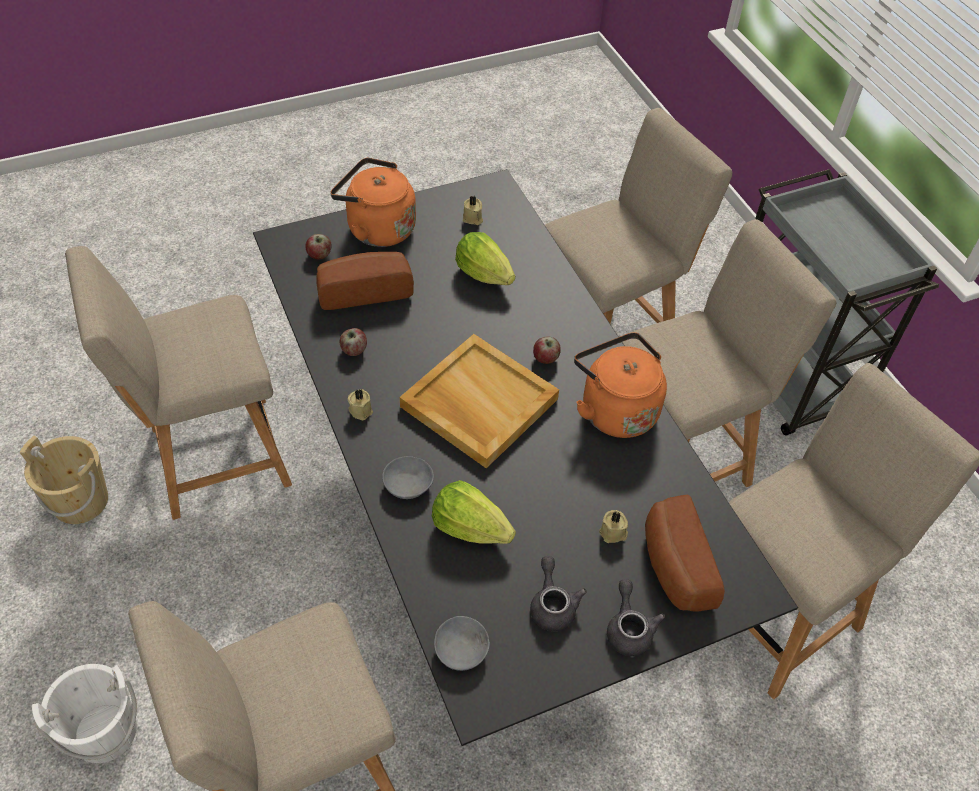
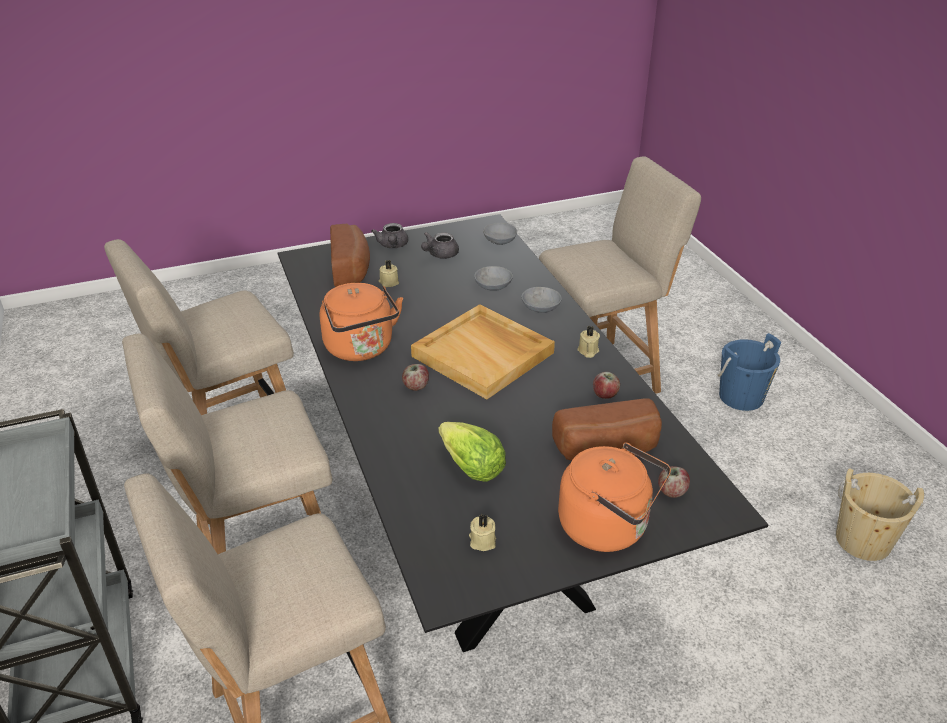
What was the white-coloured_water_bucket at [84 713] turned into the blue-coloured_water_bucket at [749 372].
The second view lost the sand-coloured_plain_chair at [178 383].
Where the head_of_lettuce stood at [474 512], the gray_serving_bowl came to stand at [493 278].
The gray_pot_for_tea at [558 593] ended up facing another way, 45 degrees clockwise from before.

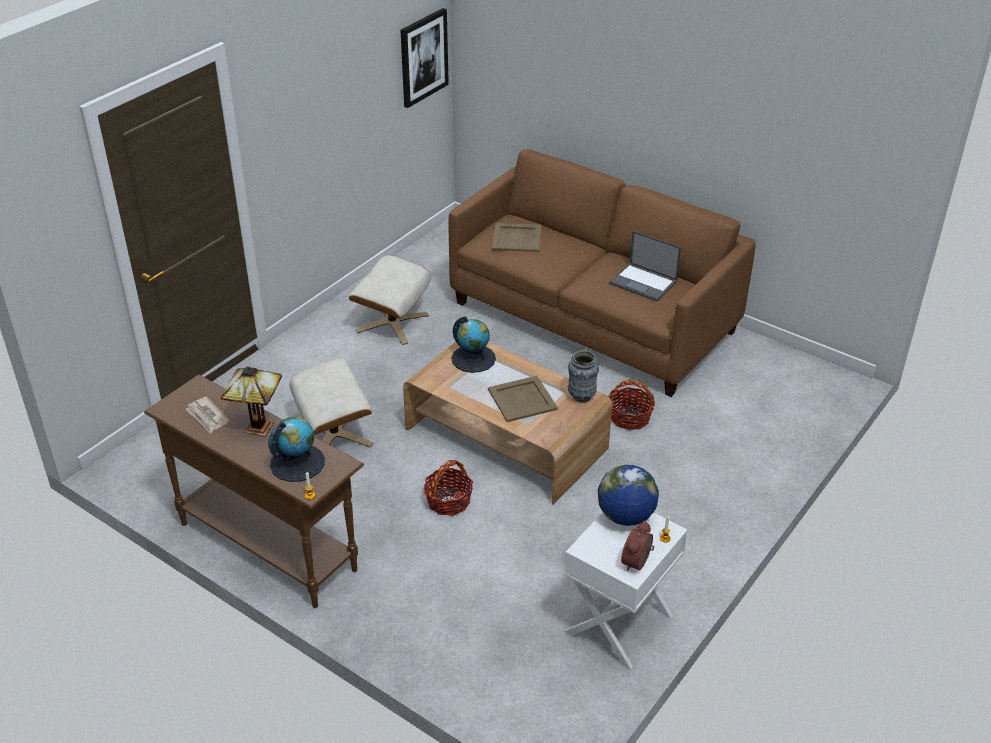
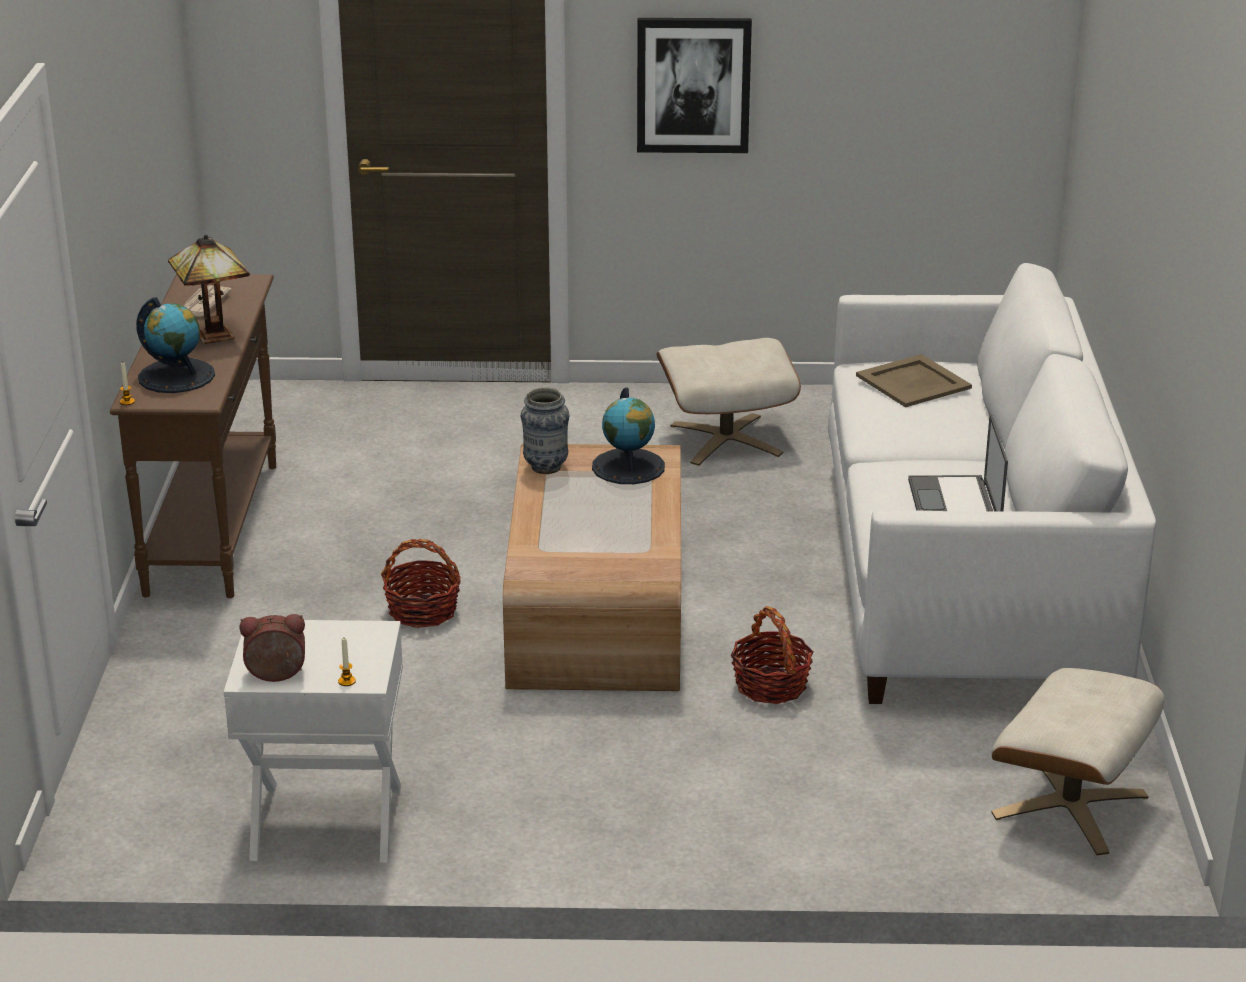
The sand-coloured_ottoman ended up elsewhere, having gone from [331 403] to [1078 762].
The picture ended up elsewhere, having gone from [424 58] to [694 85].
What was the brownish_settee at [602 273] turned into the white-coloured_settee at [992 483].
The second view lost the sand-coloured_carrying_tray at [523 399].
The decorative_vase ended up elsewhere, having gone from [583 376] to [545 430].
The second view lost the globe at [628 495].

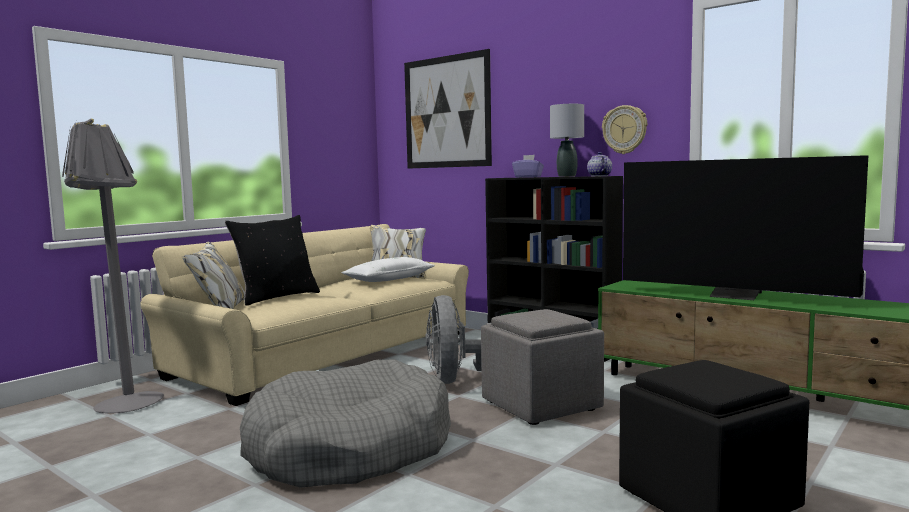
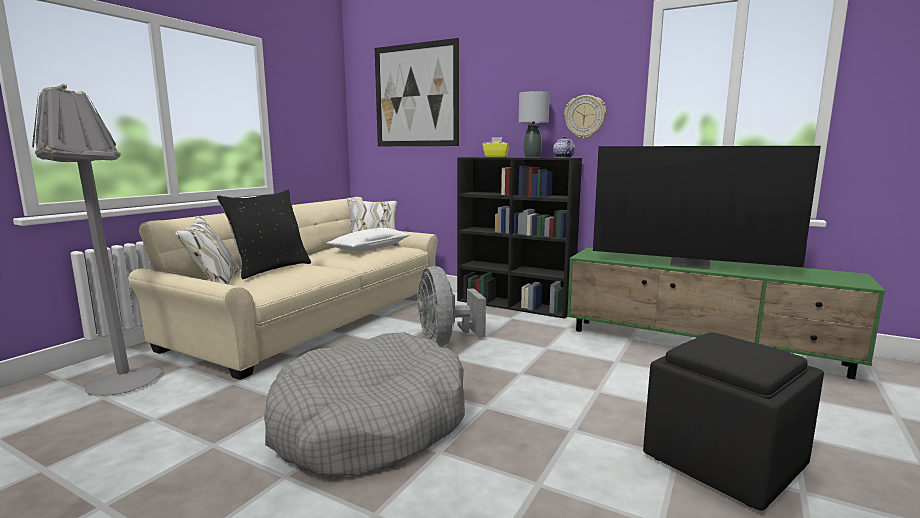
The second view lost the gray_ottoman at [542 367].
What was the purple_tissue_holder at [528 166] turned into the yellow_tissue_holder at [496 147].

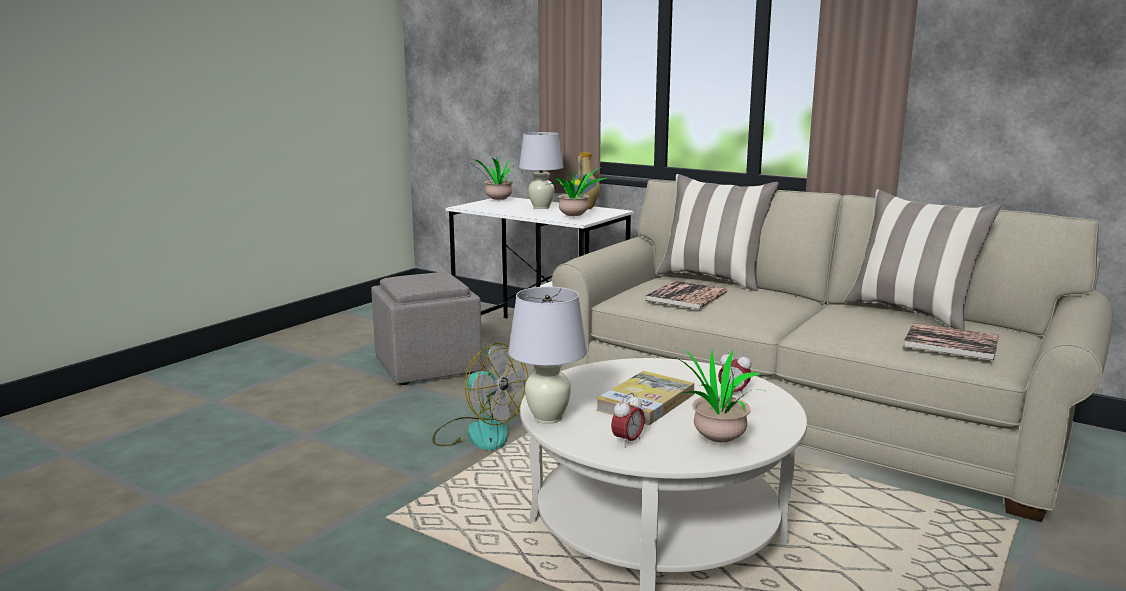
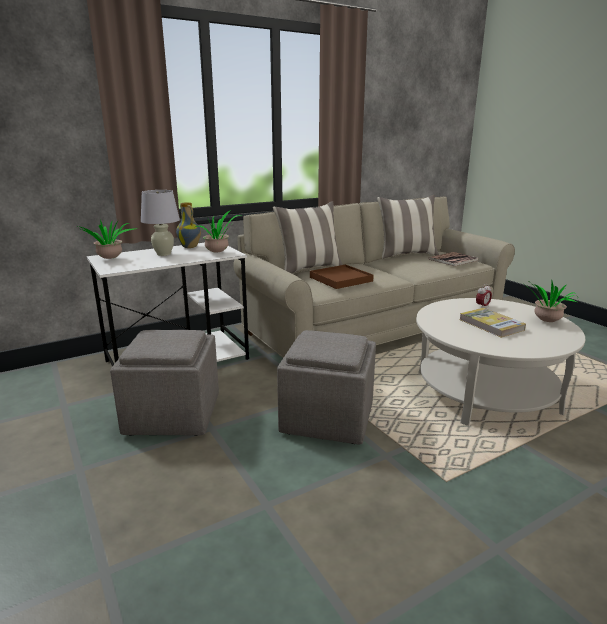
Where the fan stood at [480 396], the gray_ottoman came to stand at [326 387].
The second view lost the white-coloured_table_lamp at [547 355].
The second view lost the table_clock at [628 420].
Where the book stood at [686 295], the brownish_carrying_tray came to stand at [342 277].

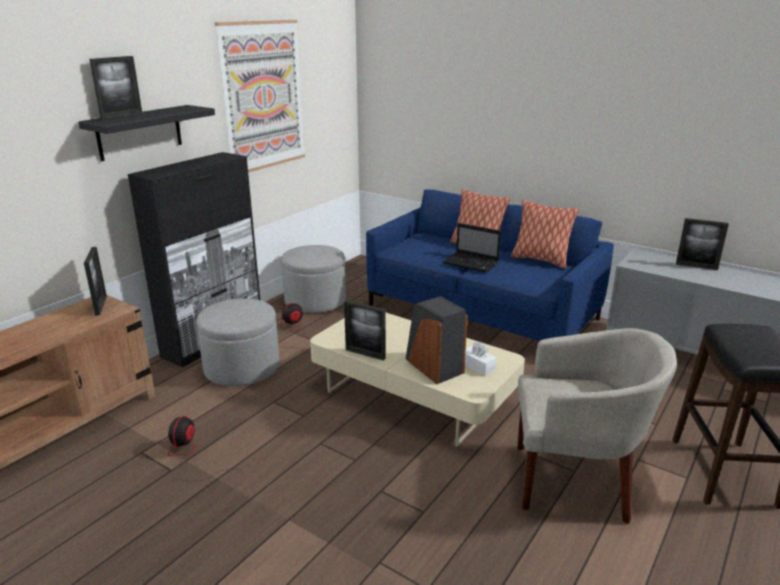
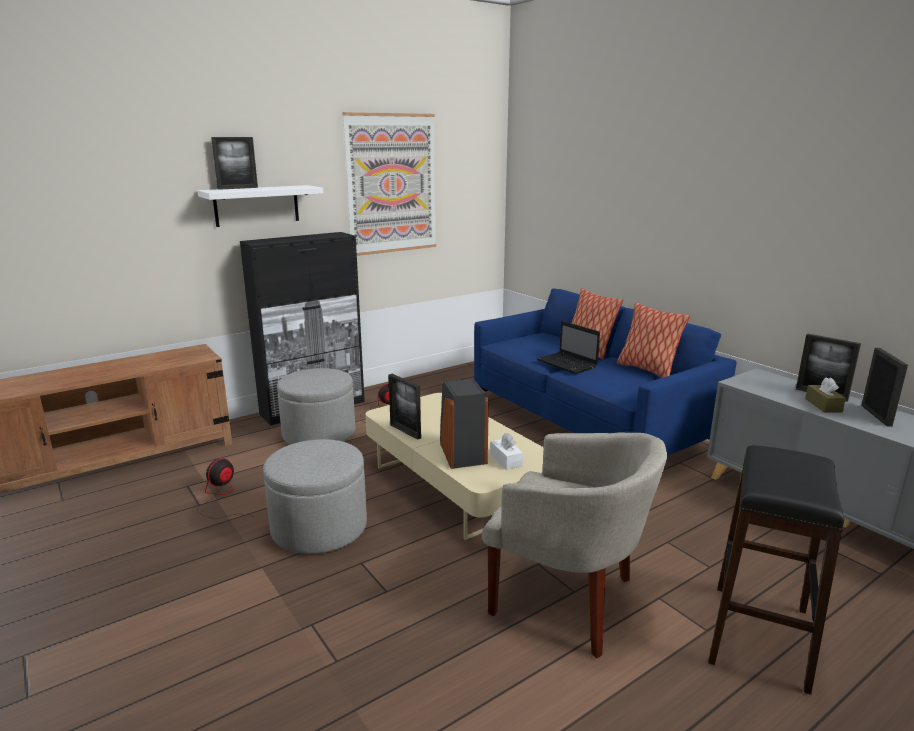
What was the black_shelf at [146 133] turned into the white-coloured_shelf at [260 206].
The standing_frame ended up elsewhere, having gone from [95 281] to [884 387].
The gray_ottoman ended up elsewhere, having gone from [313 279] to [315 496].
The second view gained the brownish_tissue_holder at [825 395].

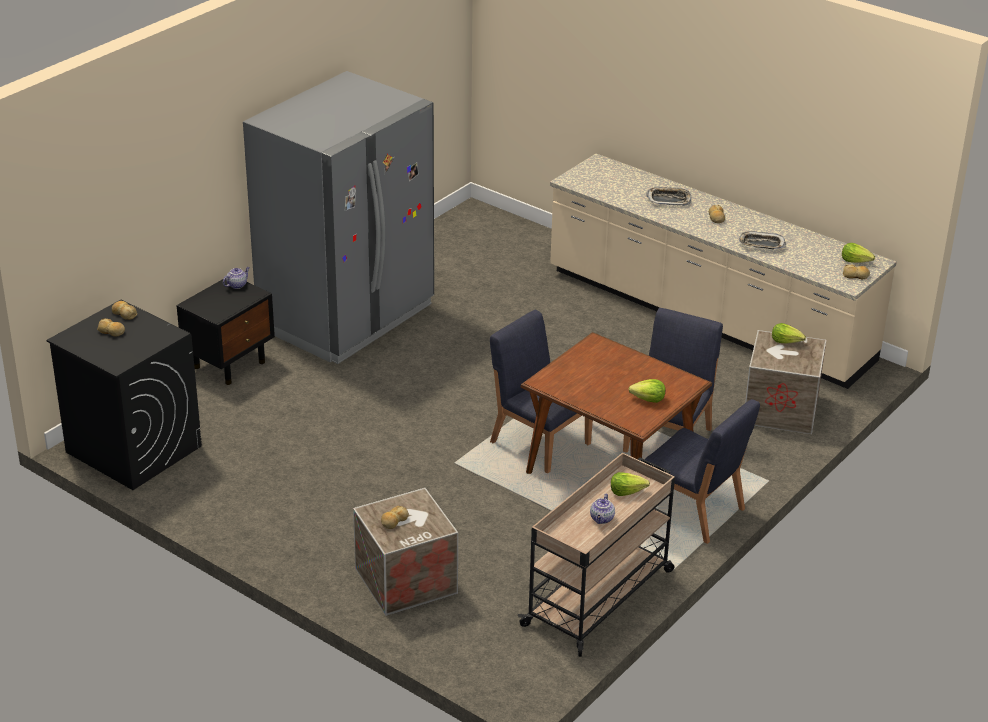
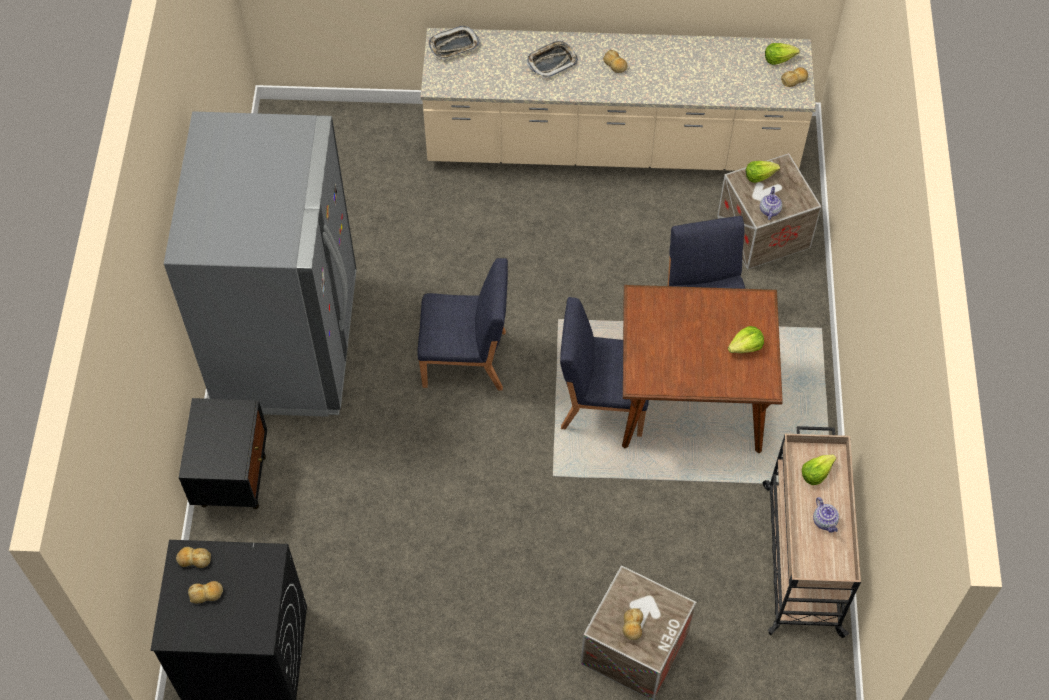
The pot_for_tea ended up elsewhere, having gone from [236 278] to [771 203].
The blue-coloured_plain_chair ended up elsewhere, having gone from [702 471] to [462 324].
The carrying_tray ended up elsewhere, having gone from [762 240] to [454 42].

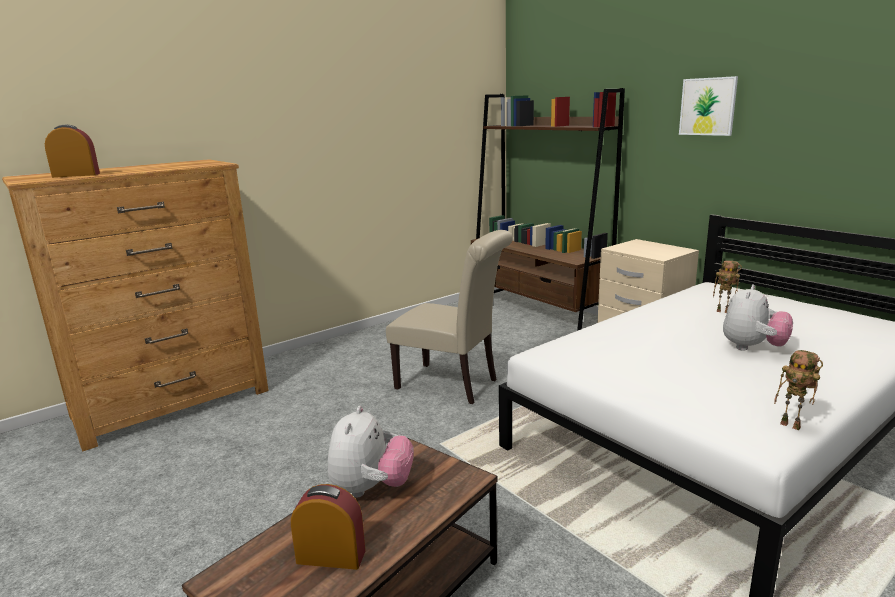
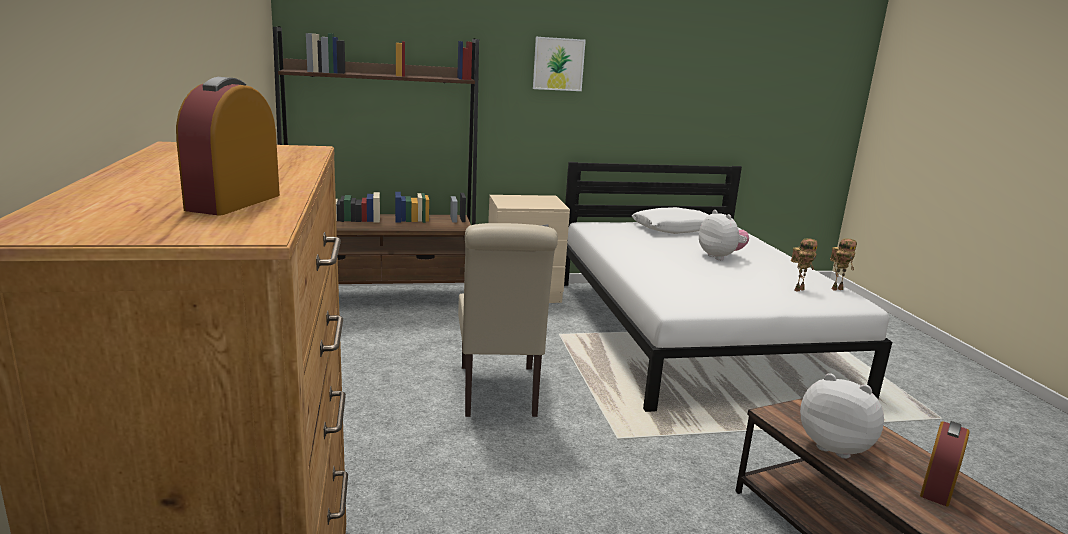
The sand-coloured_plain_chair at [449 317] ended up facing another way, 120 degrees clockwise from before.
The toy_robot ended up elsewhere, having gone from [727 286] to [804 265].
The second view gained the white-coloured_throw_pillow at [670 220].

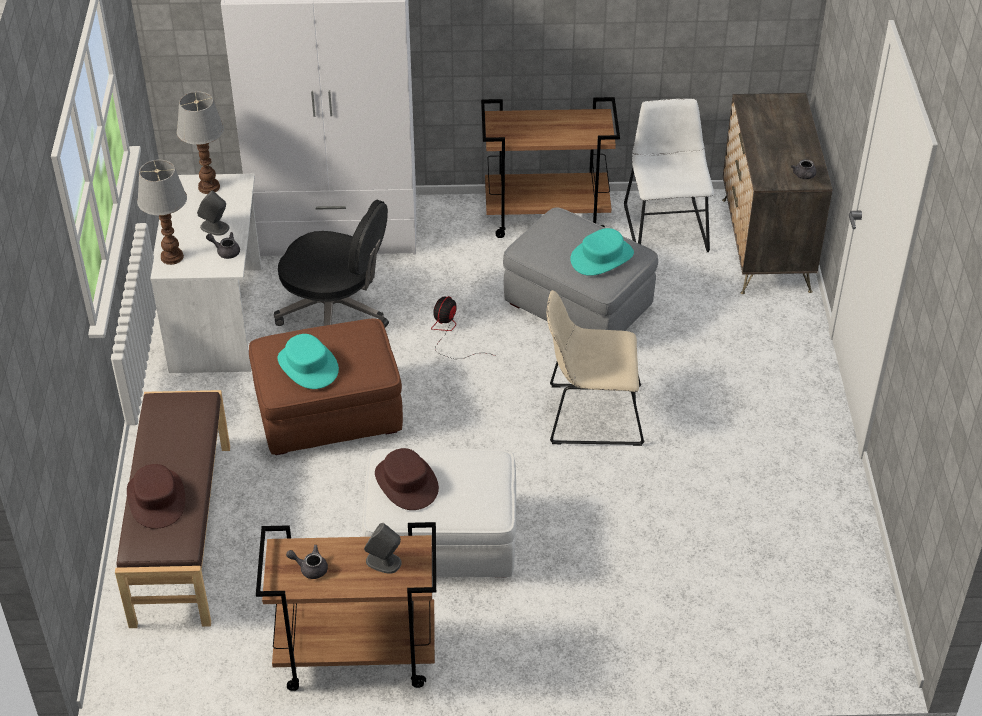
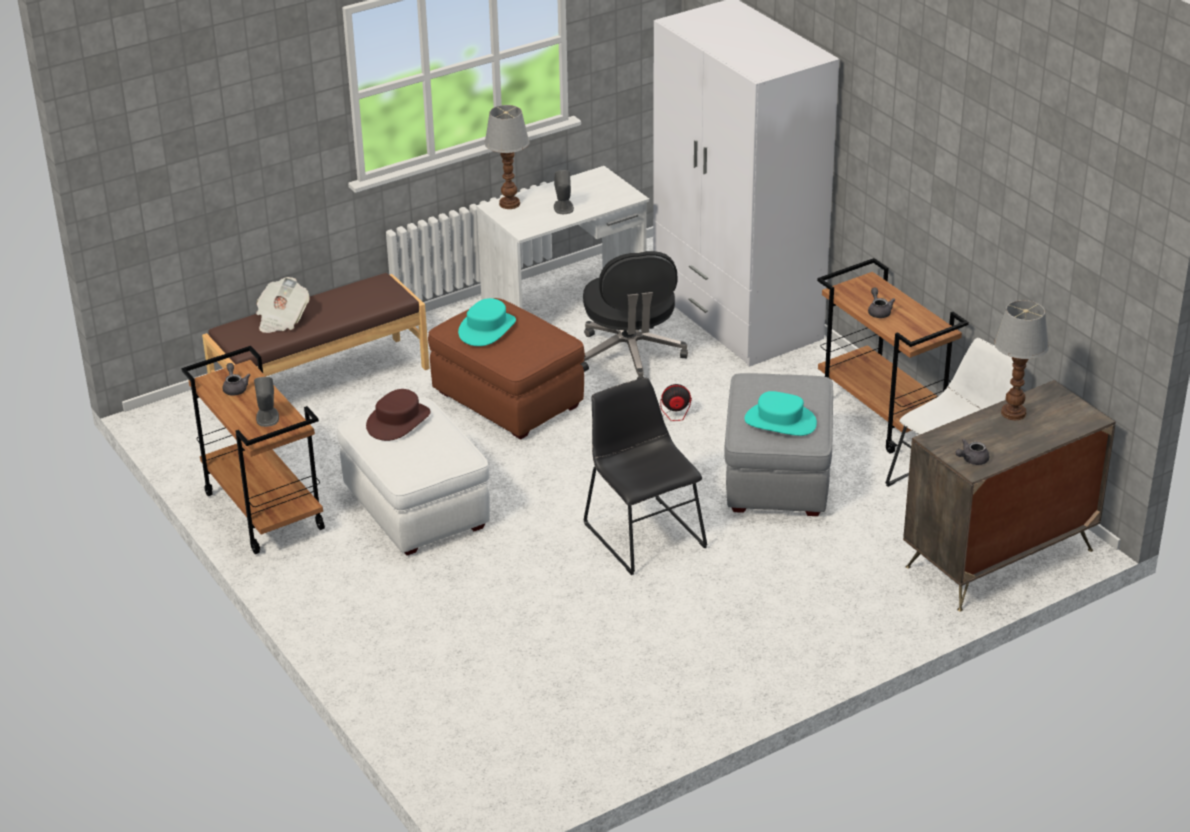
Where the brownish_wearable_hat stood at [156 496], the printed_paper came to stand at [282 305].
The table_lamp ended up elsewhere, having gone from [200 143] to [1021 360].
The gray_pot_for_tea ended up elsewhere, having gone from [223 245] to [881 302].
What was the sand-coloured_plain_chair at [595 368] turned into the black_plain_chair at [645 476].

